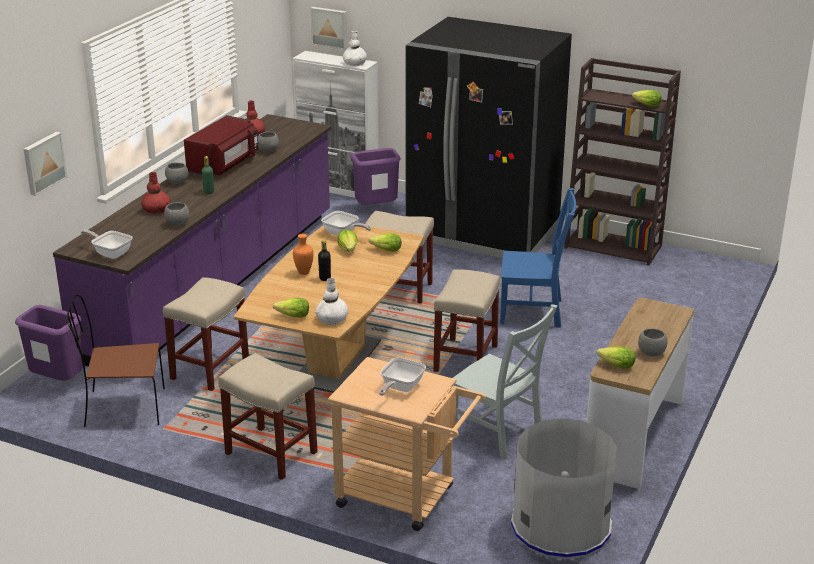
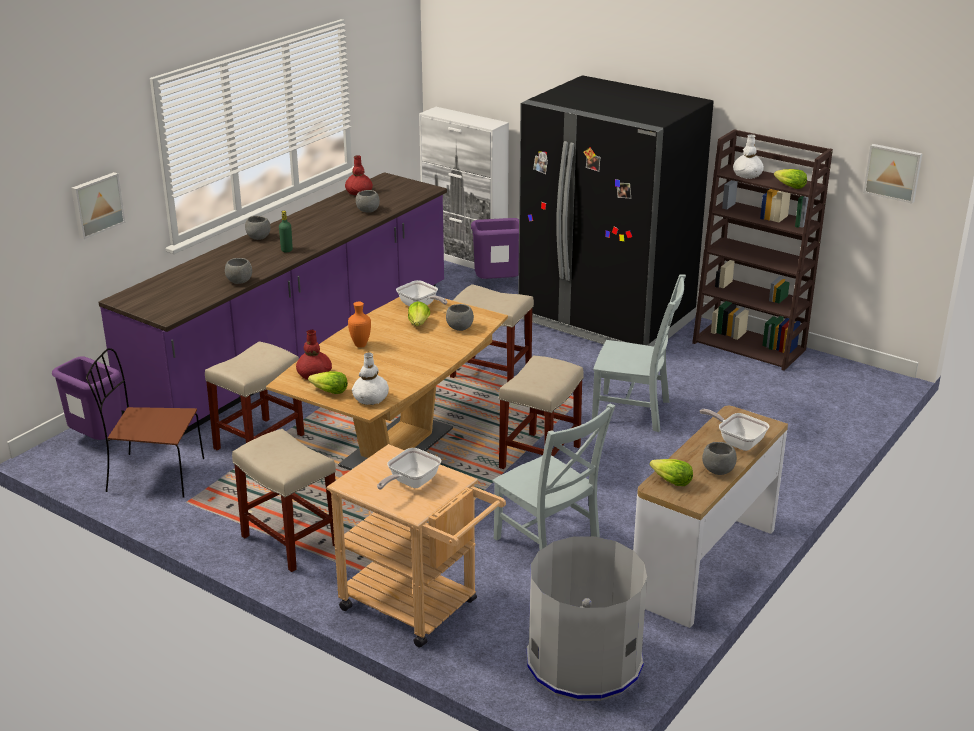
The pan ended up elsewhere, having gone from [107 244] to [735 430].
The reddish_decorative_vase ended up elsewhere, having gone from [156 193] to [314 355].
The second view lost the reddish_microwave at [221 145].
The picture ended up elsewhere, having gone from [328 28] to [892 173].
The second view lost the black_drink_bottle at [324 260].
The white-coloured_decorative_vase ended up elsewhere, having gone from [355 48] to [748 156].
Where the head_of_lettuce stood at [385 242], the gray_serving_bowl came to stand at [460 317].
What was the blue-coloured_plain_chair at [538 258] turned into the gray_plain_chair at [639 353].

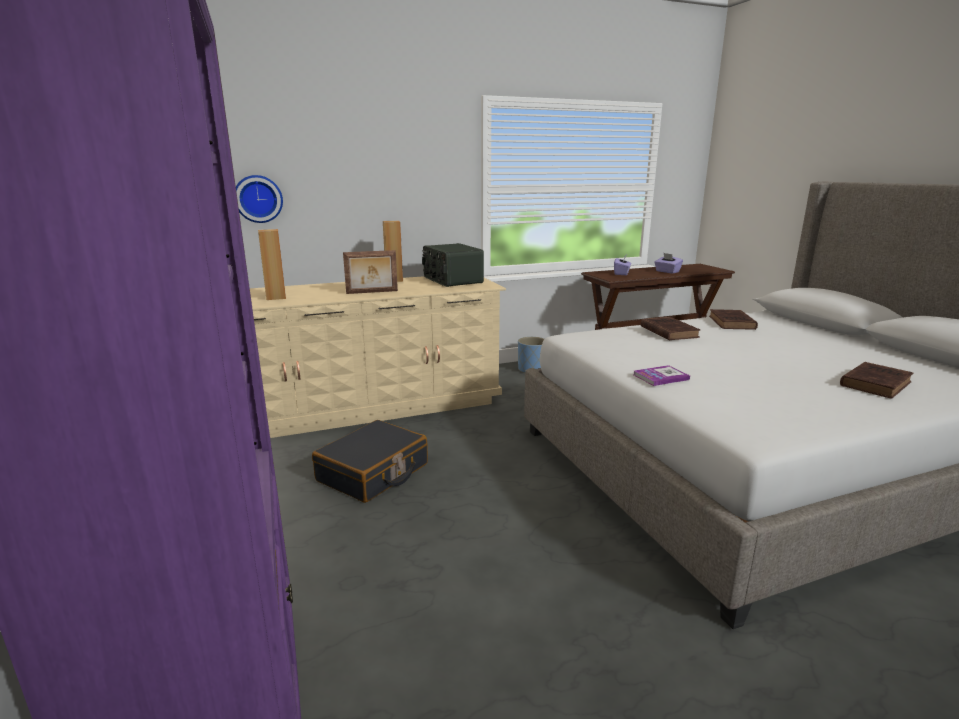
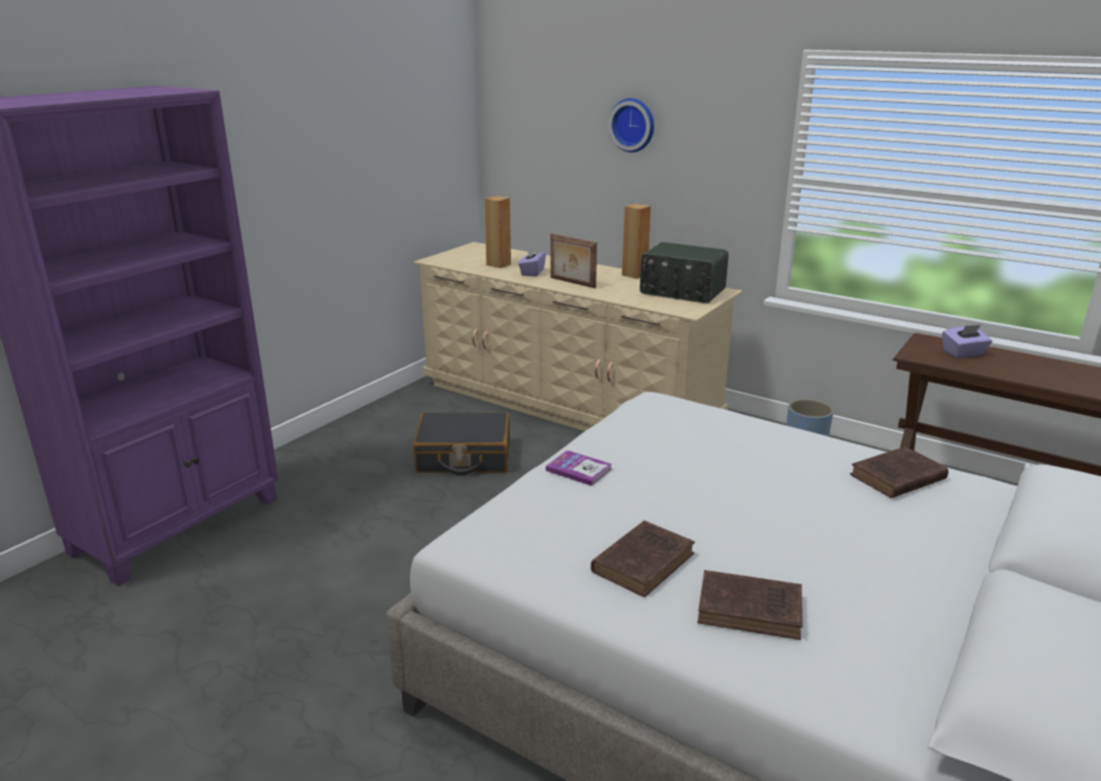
The clock_on_the_wall ended up elsewhere, having gone from [259 199] to [631 125].
The radio_set at [453 265] ended up facing another way, 90 degrees counterclockwise from before.
The brownish_book ended up elsewhere, having gone from [670 328] to [643 558].
The purple_tissue_holder ended up elsewhere, having gone from [668 263] to [532 261].

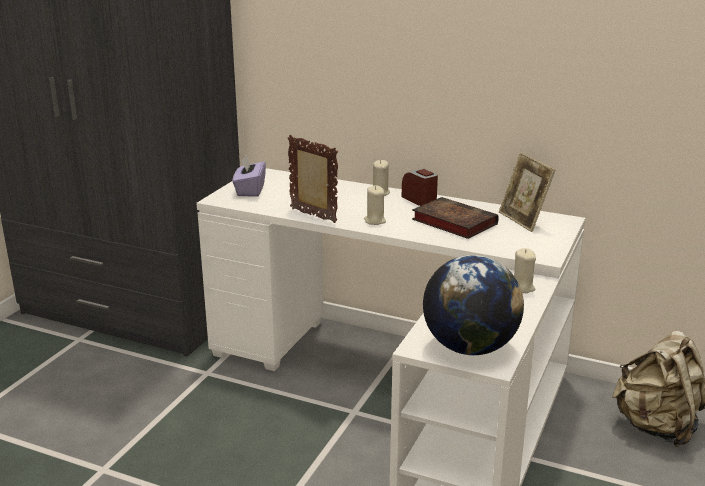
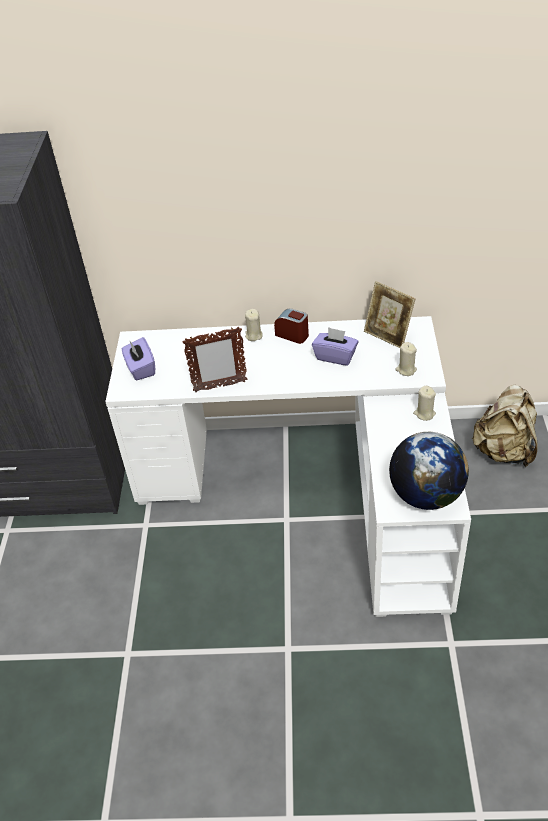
The standing_frame at [313 179] ended up facing another way, 150 degrees clockwise from before.
The sand-coloured_wax_candle ended up elsewhere, having gone from [375 205] to [406 359].
Where the book stood at [455 218], the purple_tissue_holder came to stand at [335 346].

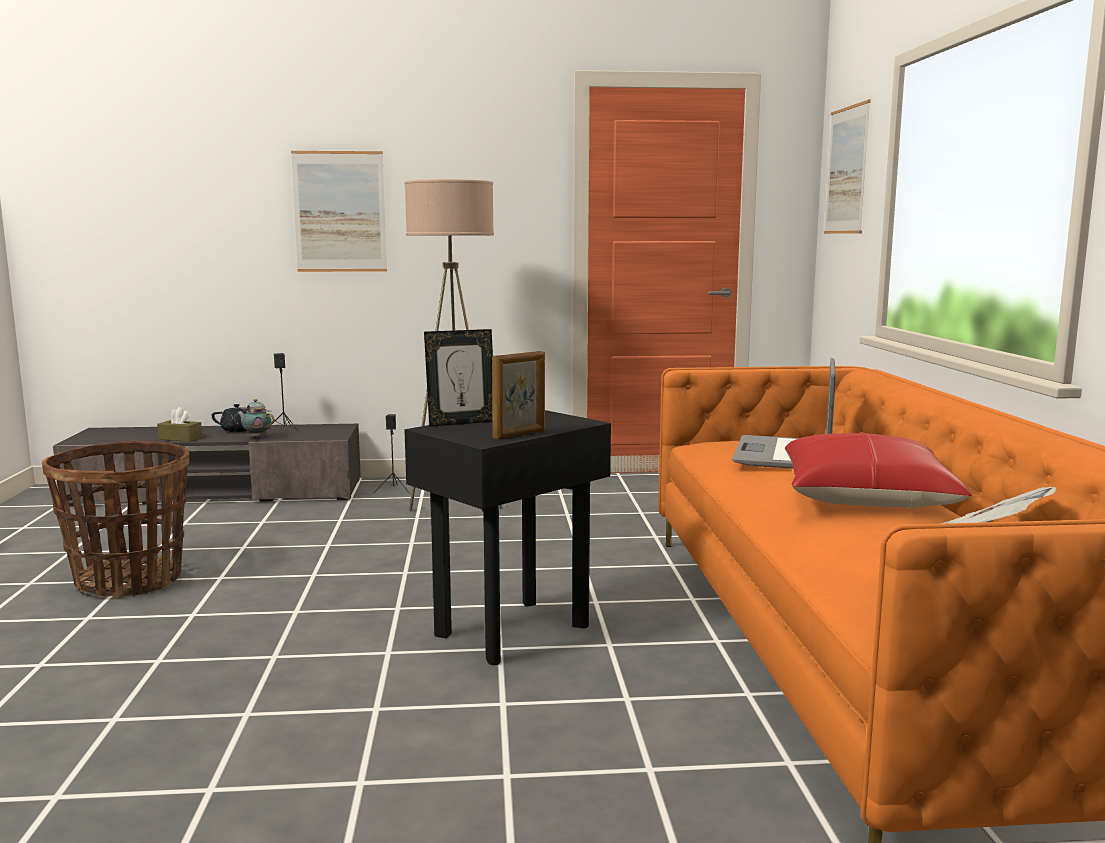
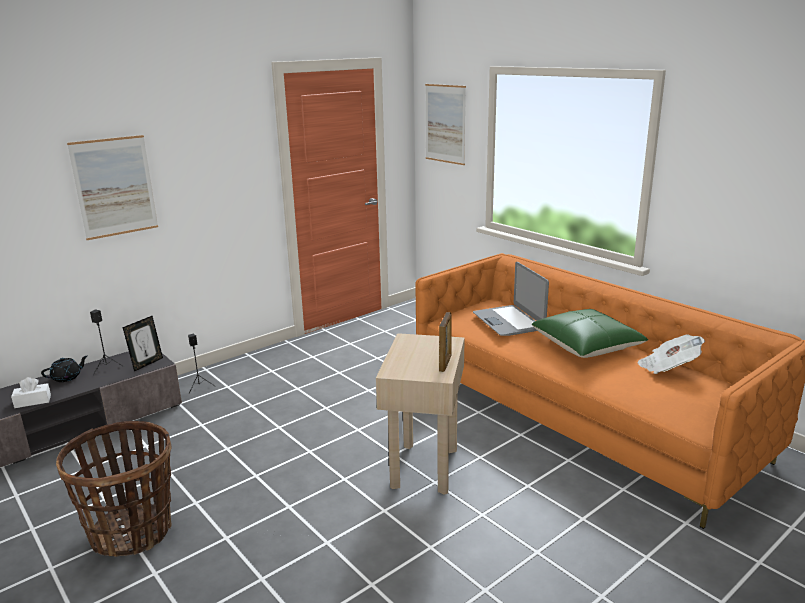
What was the brownish_tissue_holder at [179 424] turned into the white-coloured_tissue_holder at [31 392].
The second view lost the pot_for_tea at [256 419].
The second view lost the sand-coloured_standard_lamp at [453 345].
What was the black_accent_table at [507 537] turned into the sand-coloured_accent_table at [420 413].
The standing_frame ended up elsewhere, having gone from [458 378] to [143 343].
What was the reddish_throw_pillow at [878 470] turned into the greenish_throw_pillow at [589 333].

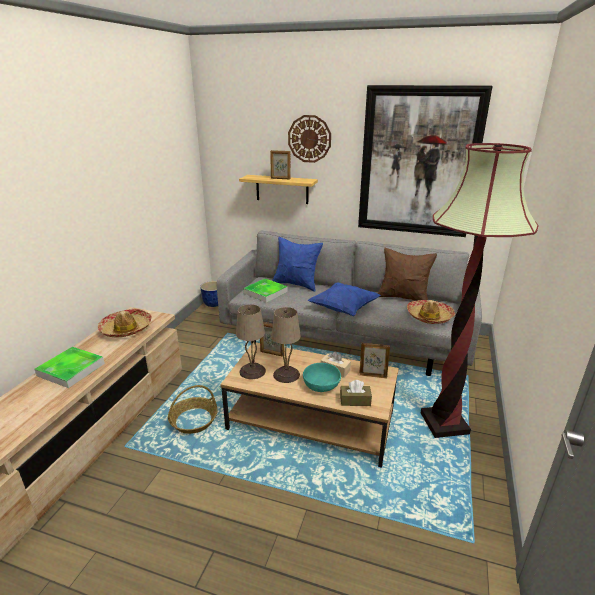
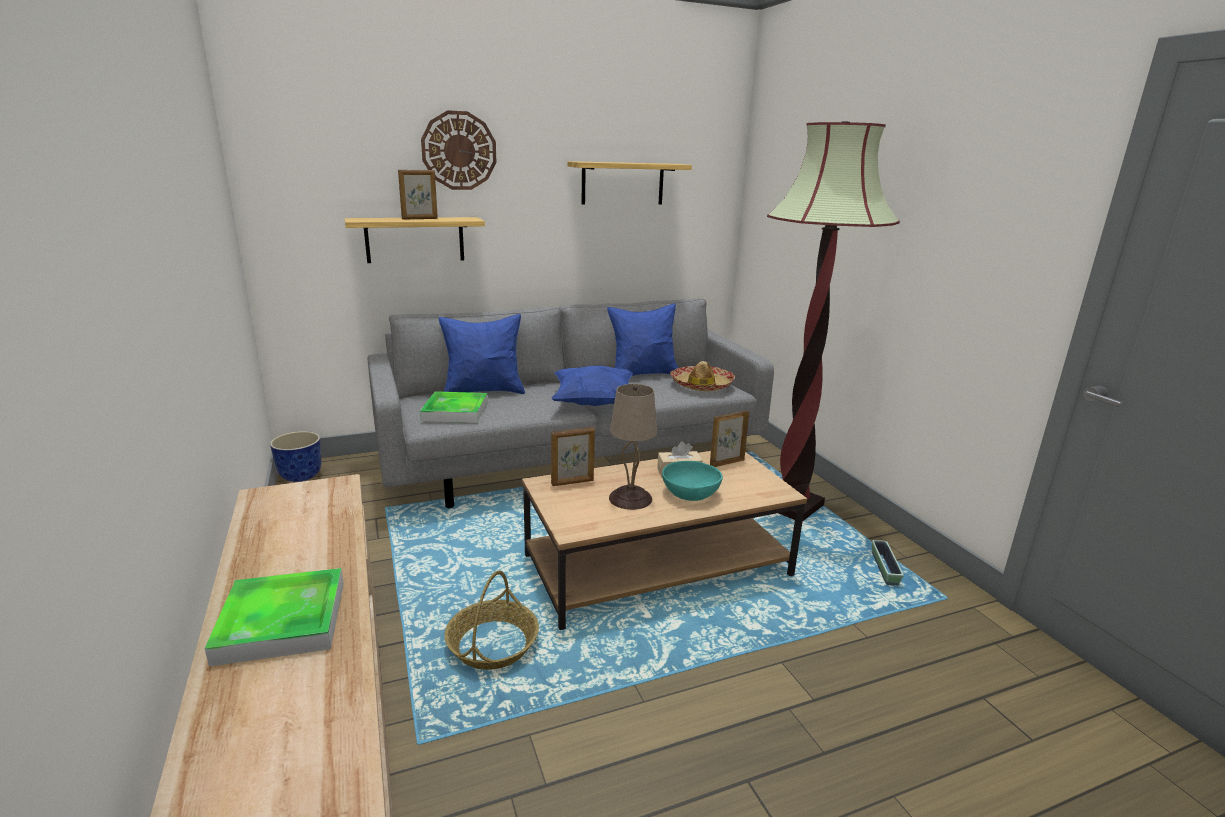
The second view lost the wearable_hat at [125 323].
The second view lost the sand-coloured_table_lamp at [251 341].
The second view lost the brownish_tissue_holder at [356 393].
Where the picture hung at [425 161], the shelf came to hang at [629 182].
What was the brownish_throw_pillow at [407 274] turned into the blue-coloured_throw_pillow at [642 339].
The second view gained the flower_pot at [888 563].

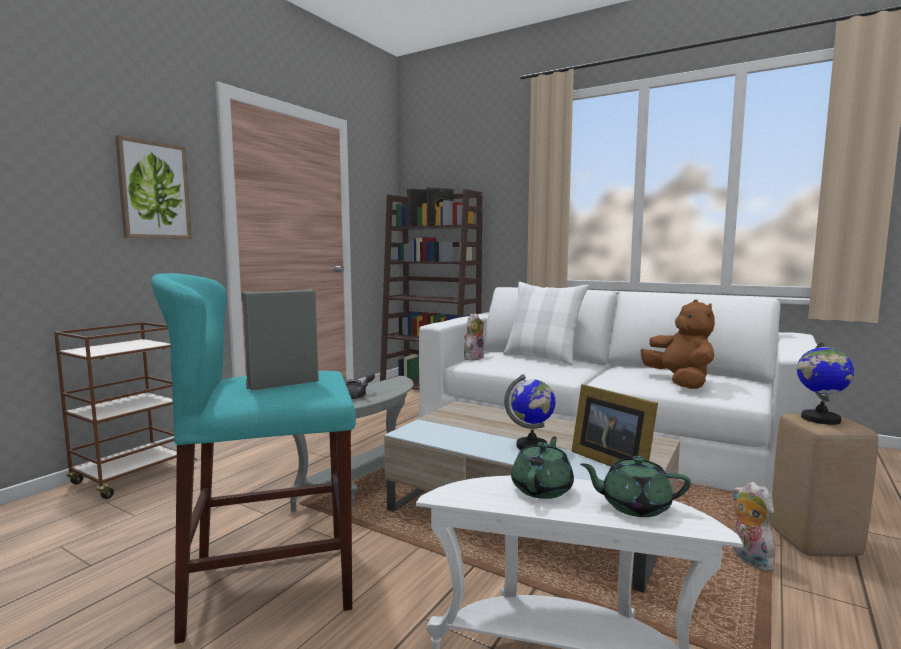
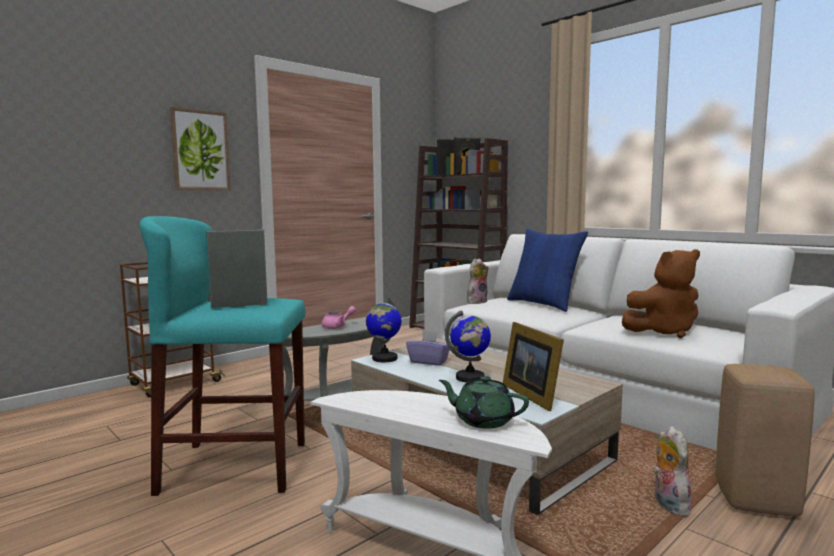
What was the gray_pot_for_tea at [360 385] turned into the pink-coloured_pot_for_tea at [339 317].
What was the white-coloured_throw_pillow at [546 323] turned into the blue-coloured_throw_pillow at [547 270].
The second view lost the greenish_pot_for_tea at [542 467].
The brownish_cuddly_toy at [678 344] ended up facing another way, 75 degrees clockwise from before.
The globe ended up elsewhere, having gone from [825 382] to [384 330].
The second view gained the purple_tissue_holder at [428 347].

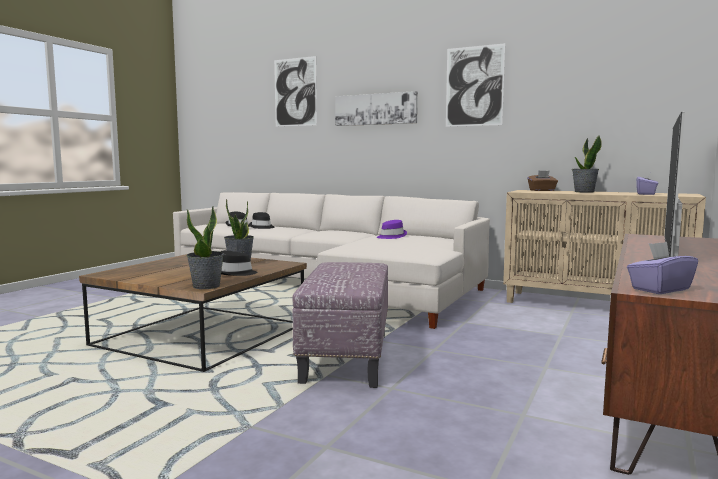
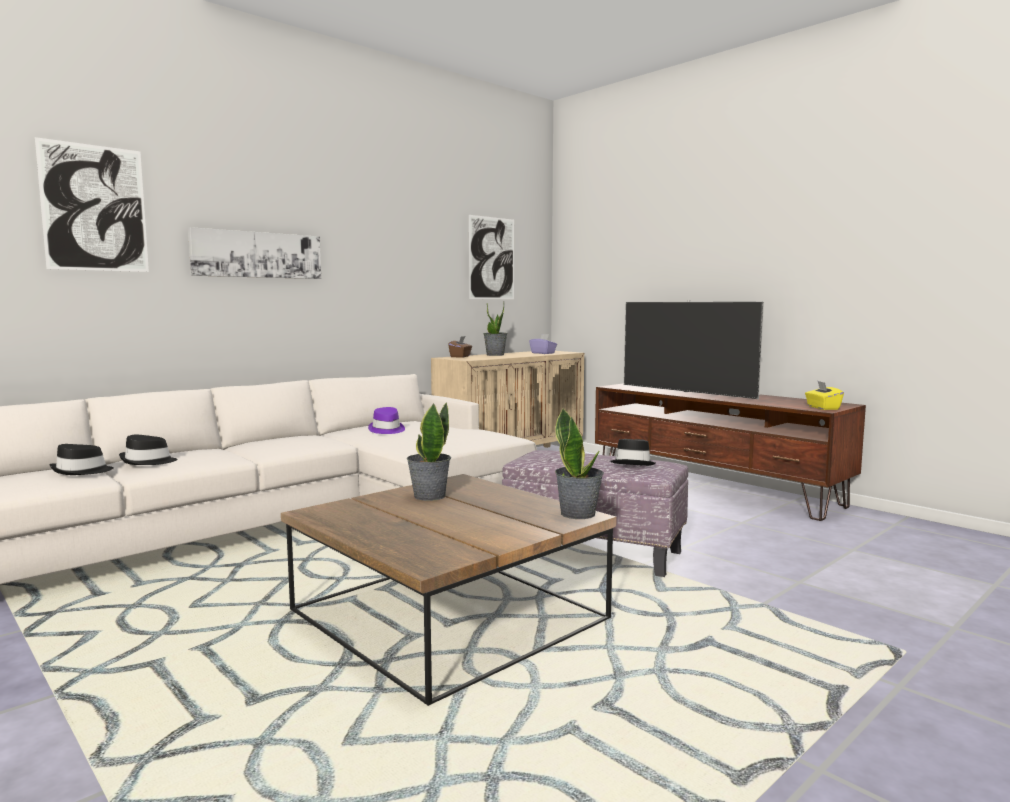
The black_wearable_hat ended up elsewhere, having gone from [239 263] to [632 452].
The picture ended up elsewhere, having gone from [475 85] to [491 257].
What was the purple_tissue_holder at [662 268] turned into the yellow_tissue_holder at [824 395].

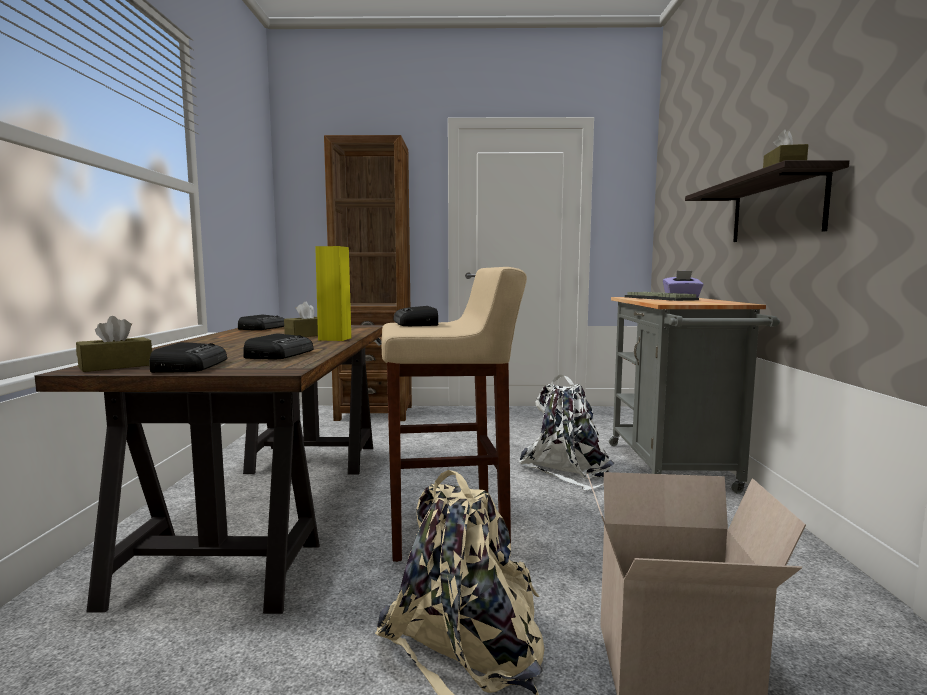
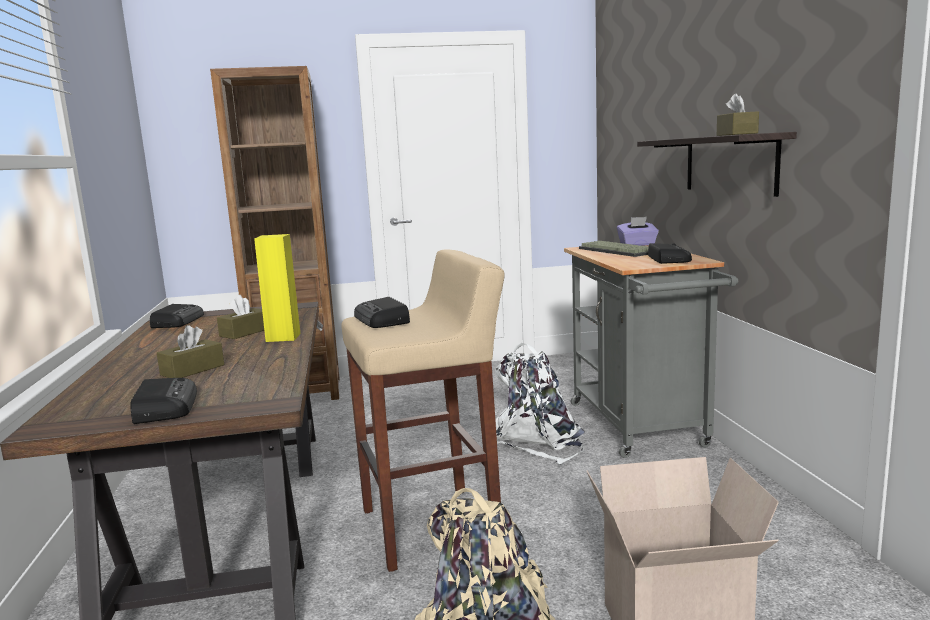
The brownish_tissue_holder ended up elsewhere, having gone from [114 344] to [190 351].
The radio_set ended up elsewhere, having gone from [278 346] to [670 253].

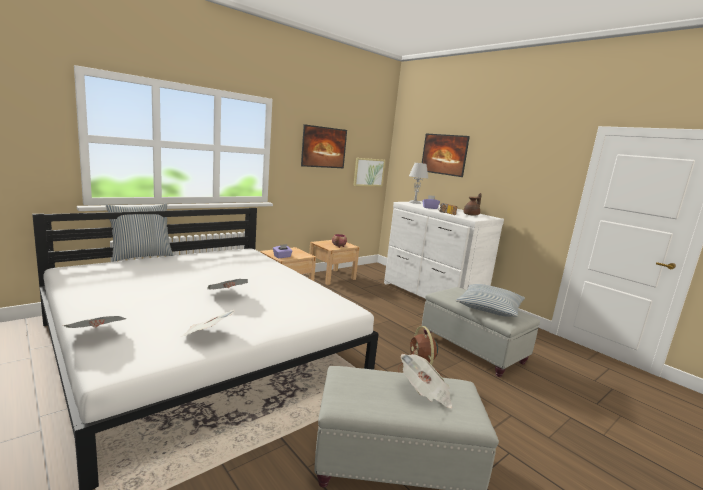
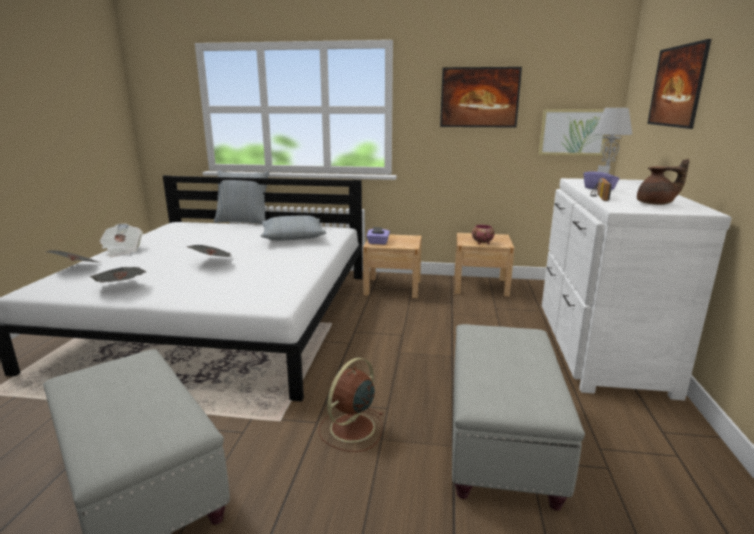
The printed_paper ended up elsewhere, having gone from [426 381] to [121 240].
The throw_pillow ended up elsewhere, having gone from [490 300] to [294 228].

